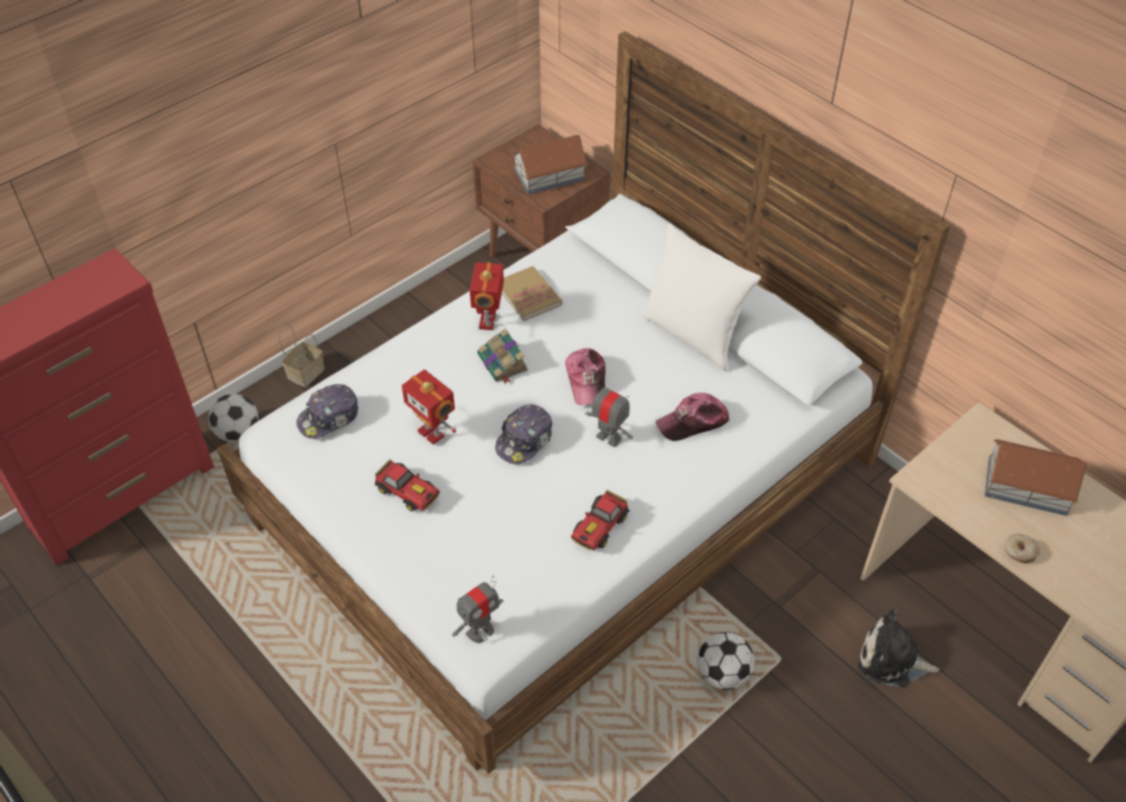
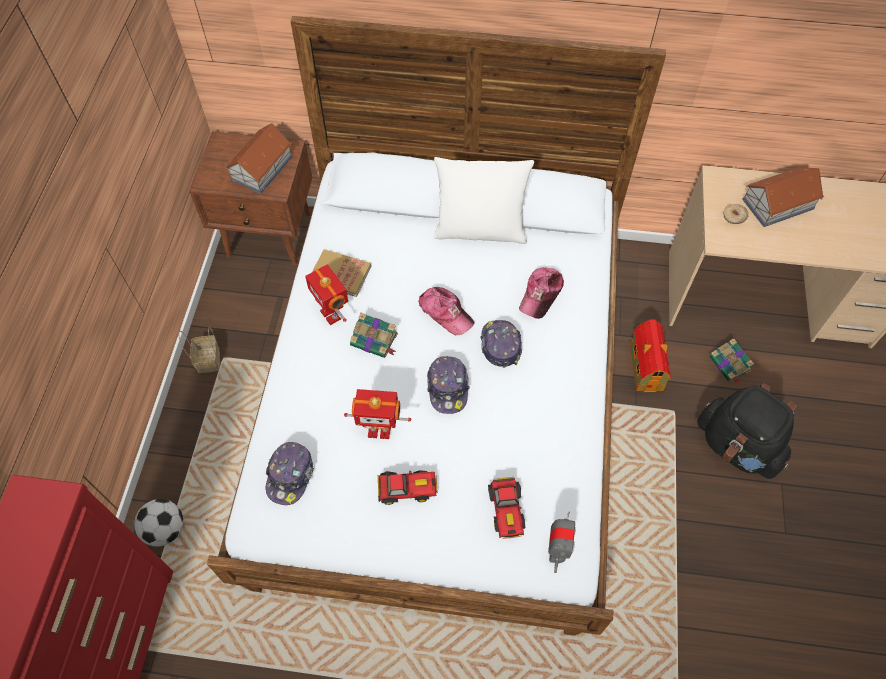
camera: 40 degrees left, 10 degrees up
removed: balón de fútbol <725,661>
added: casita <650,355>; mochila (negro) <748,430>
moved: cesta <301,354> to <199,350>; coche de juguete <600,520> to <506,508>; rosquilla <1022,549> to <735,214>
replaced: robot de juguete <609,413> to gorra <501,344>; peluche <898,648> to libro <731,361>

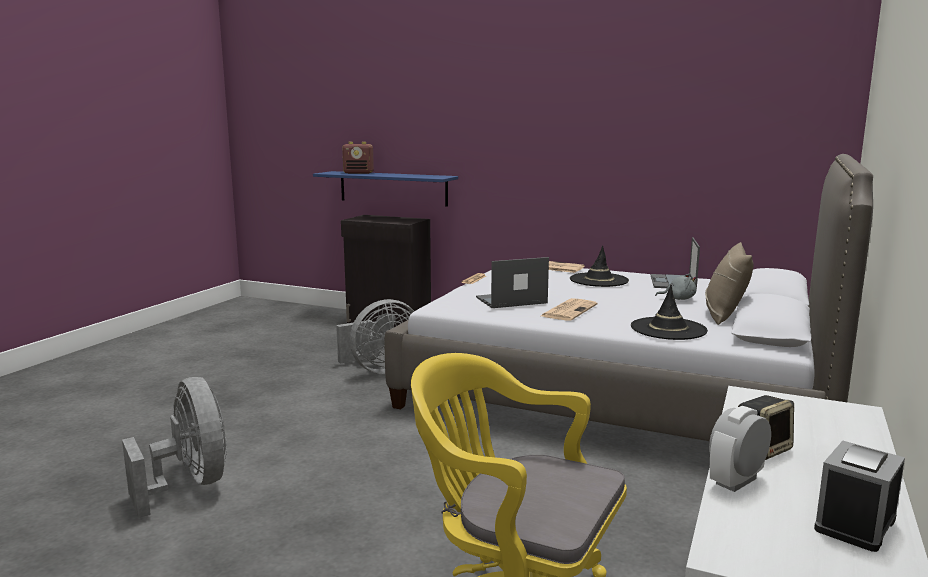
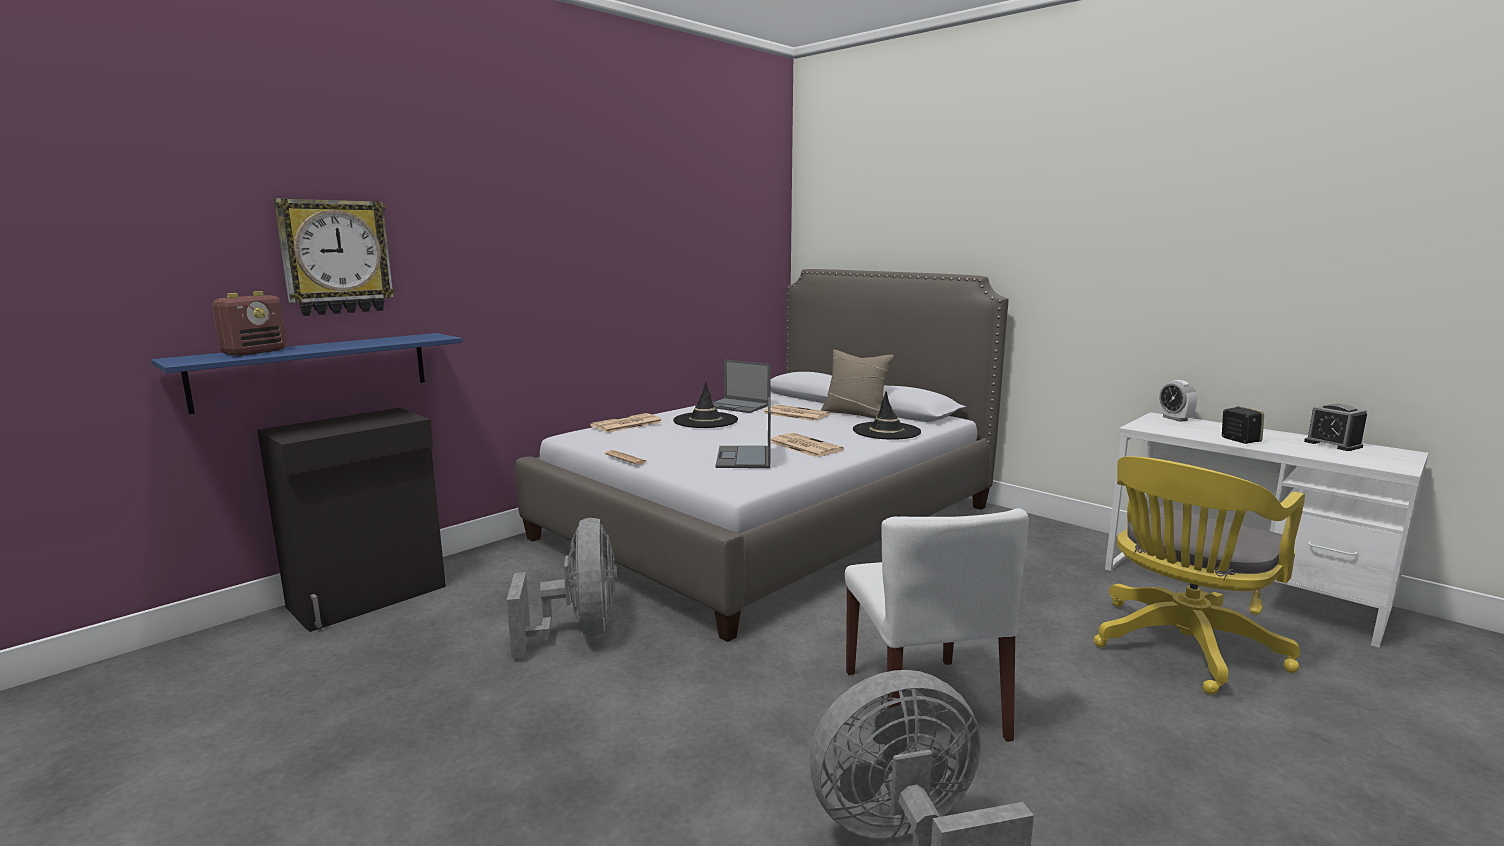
camera: 70 degrees left, 0 degrees up
added: reloj de pared <334,257>; silla (blanco) <937,625>
moved: despertador <740,449> to <1177,401>
replaced: peluche (gris) <675,287> to periódico <796,413>

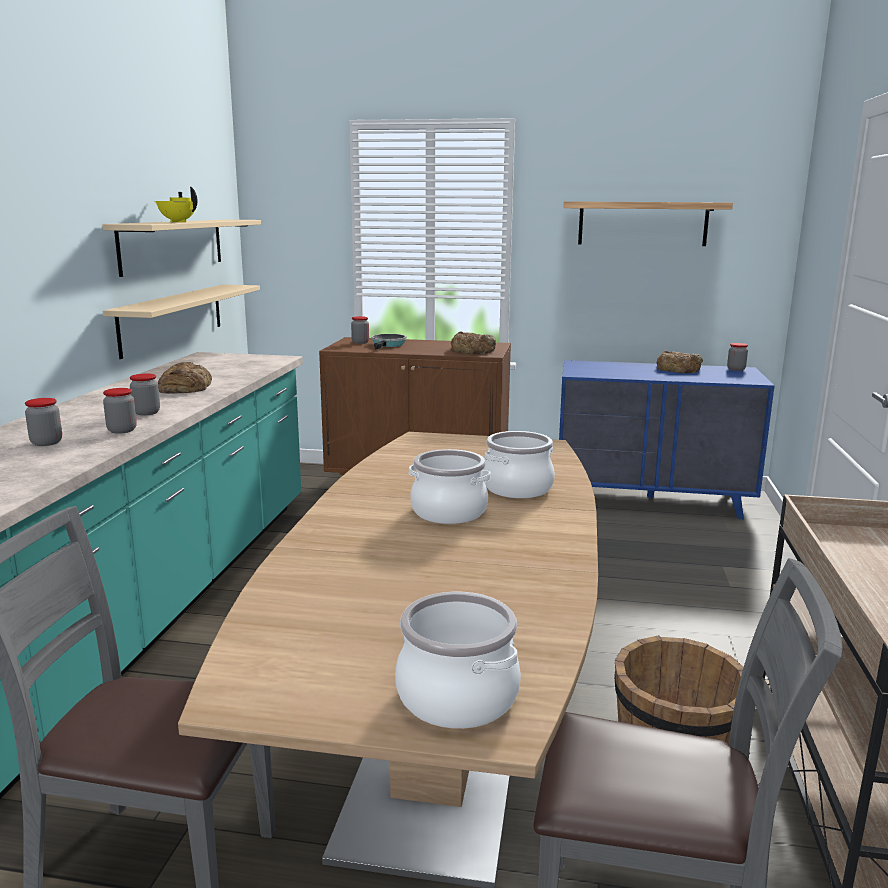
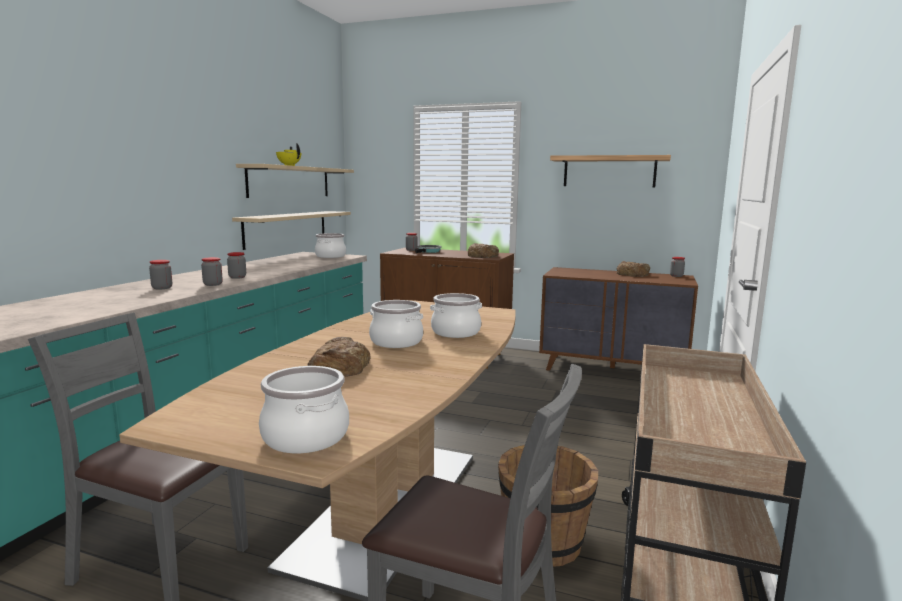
camera: 10 degrees right, 5 degrees down
added: olla <330,245>
moved: pan <184,378> to <339,357>
recoloured: cómoda (azul) <667,439> to cómoda (marrón) <618,319>

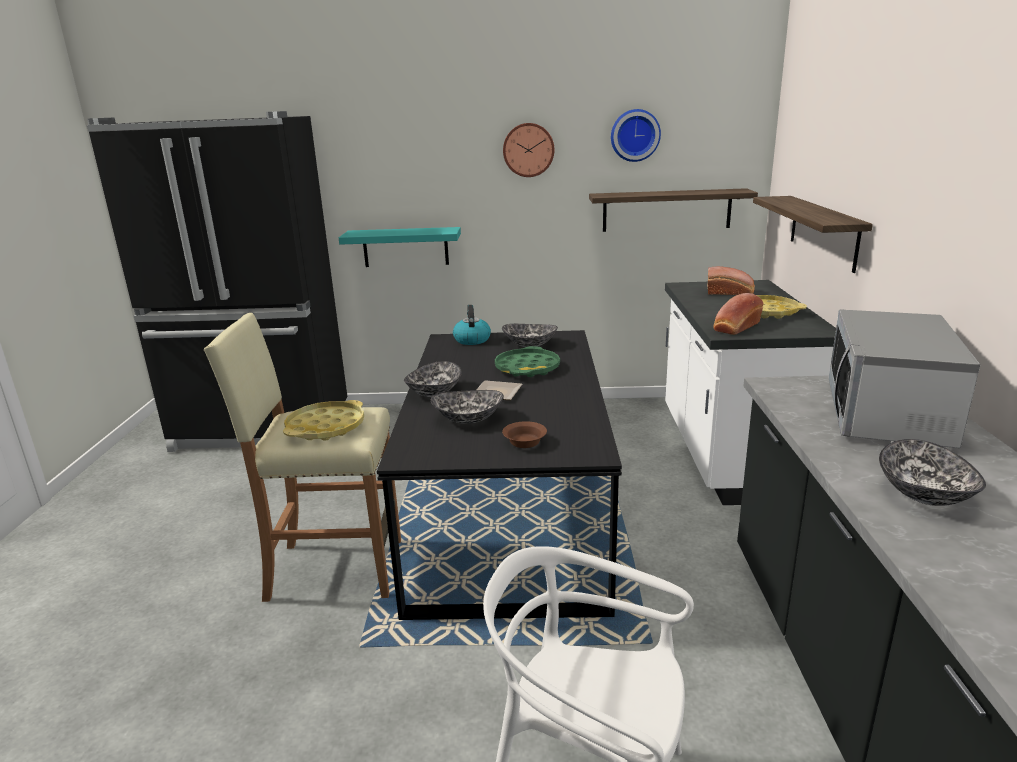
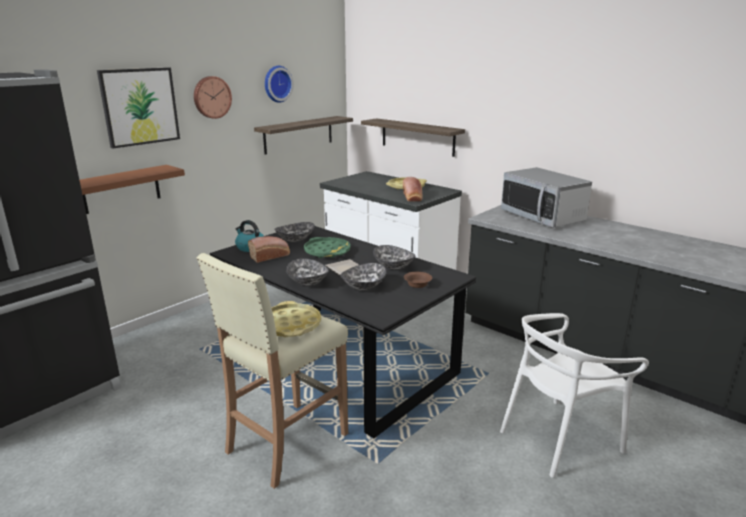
camera: 50 degrees left, 0 degrees up
added: cuadro <138,108>
moved: pan <731,280> to <269,249>; cuenco <932,472> to <394,257>
recoloured: estante (turquesa) <400,247> to estante (marrón) <132,189>

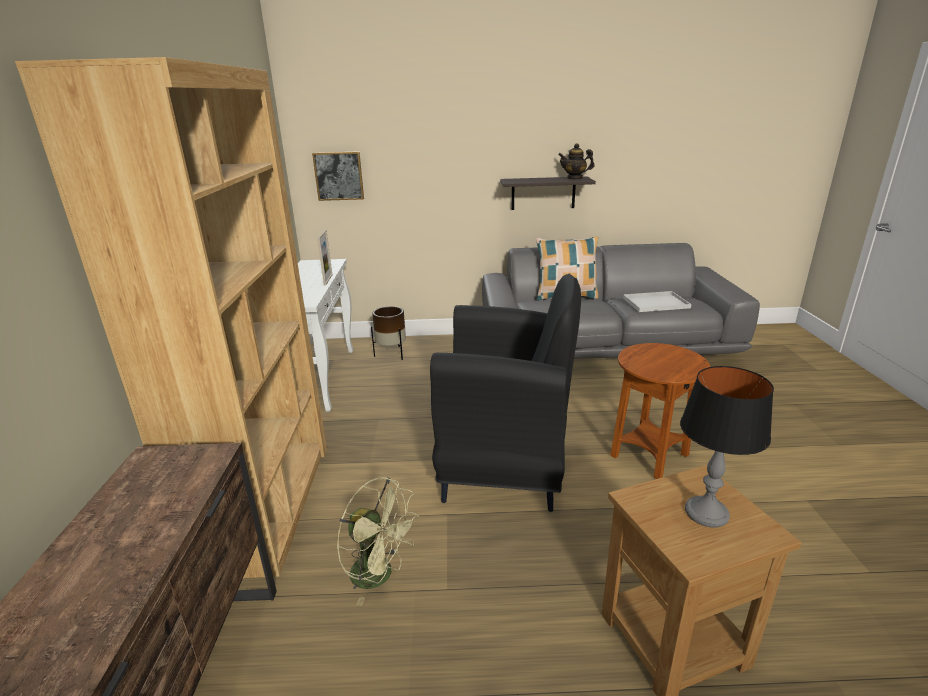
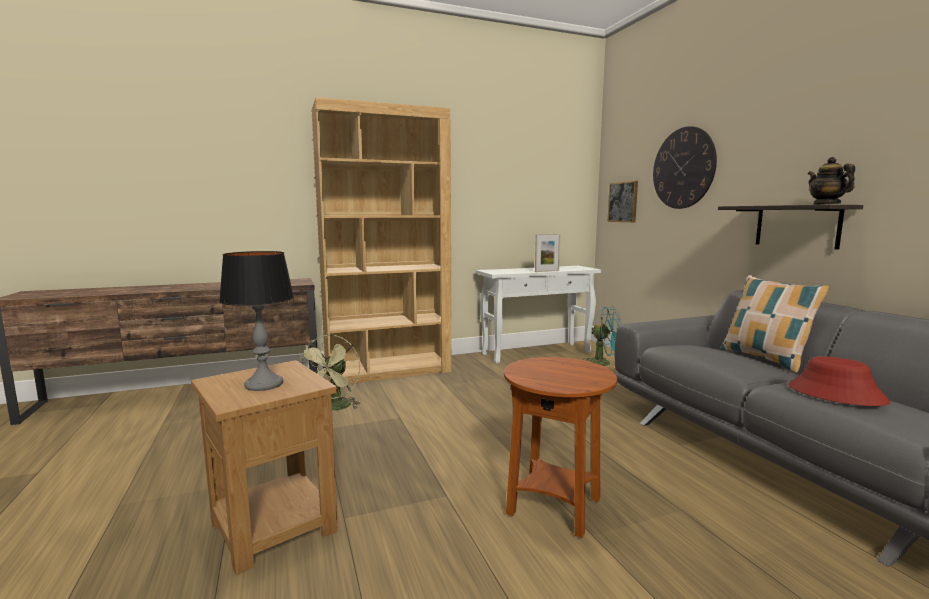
camera: 70 degrees right, 15 degrees down
removed: sillón (negro) <505,393>
added: reloj de pared <685,167>
replaced: maceta (marrón) <388,333> to ventilador (turquesa) <602,336>; bandeja (blanco) <657,301> to sombrero (rojo) <839,381>

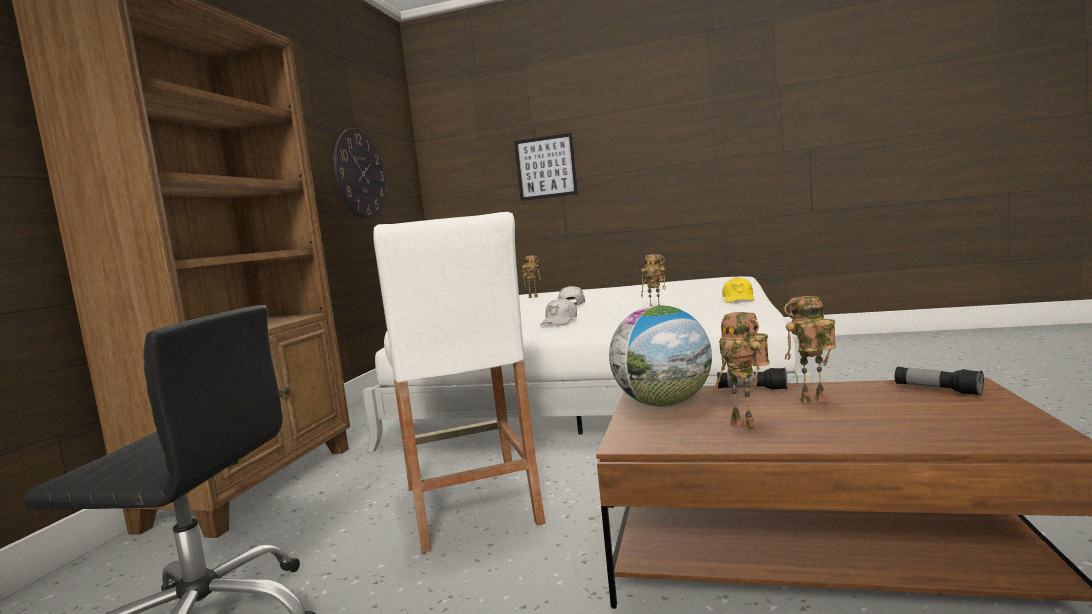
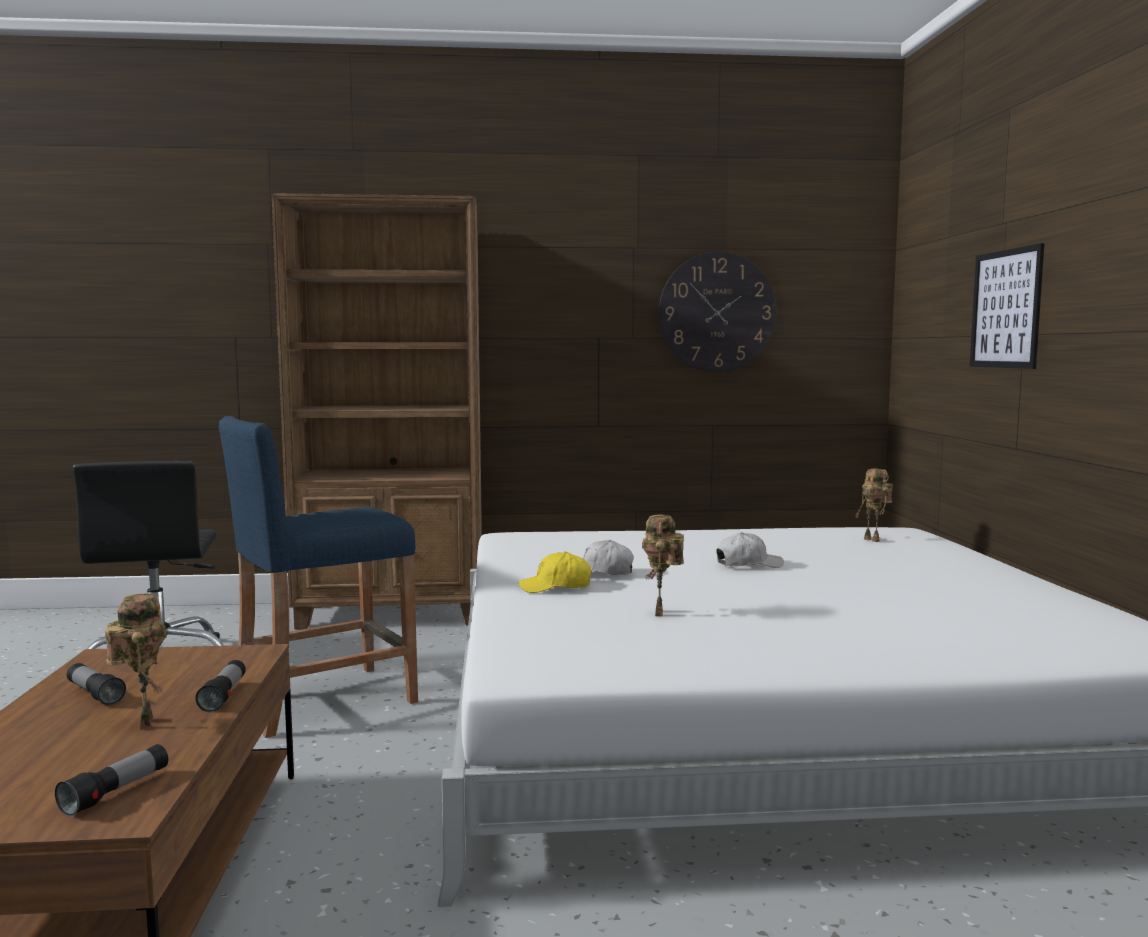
camera: 70 degrees right, 0 degrees up
removed: globo terráqueo <660,356>
moved: gorra (amarillo) <738,290> to <554,572>
replaced: robot de juguete <741,371> to linterna <96,684>
recoloured: taburete (blanco) <459,382> to taburete (azul) <318,577>

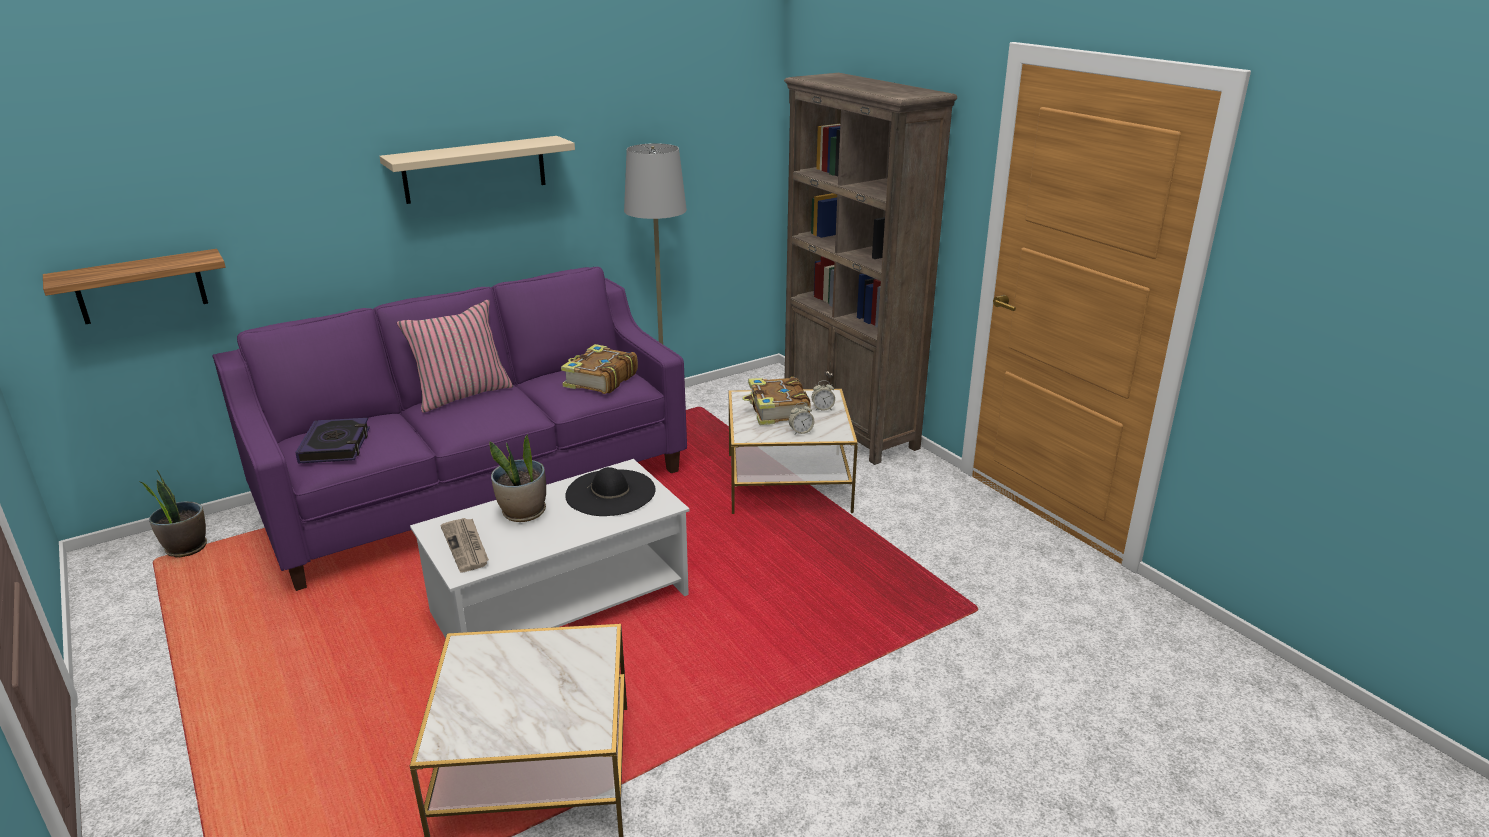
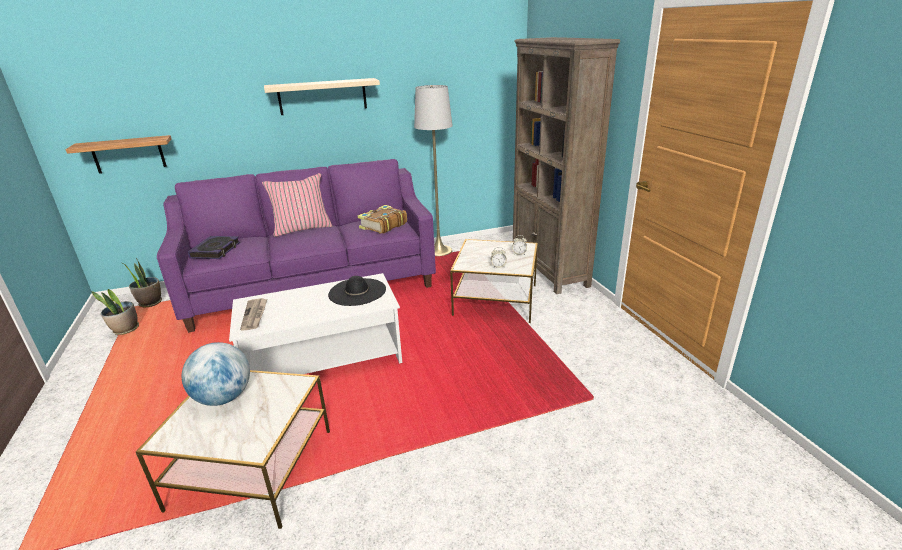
camera: 15 degrees right, 0 degrees up
removed: libro <776,401>
added: globo terráqueo <216,374>
moved: planta en maceta <517,478> to <115,312>

